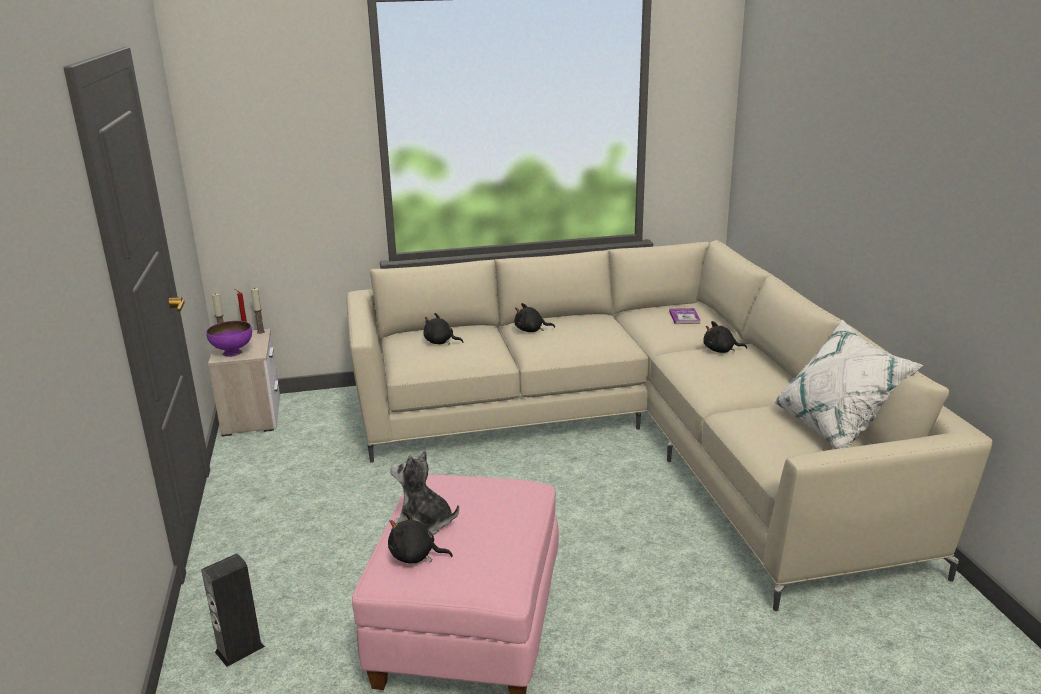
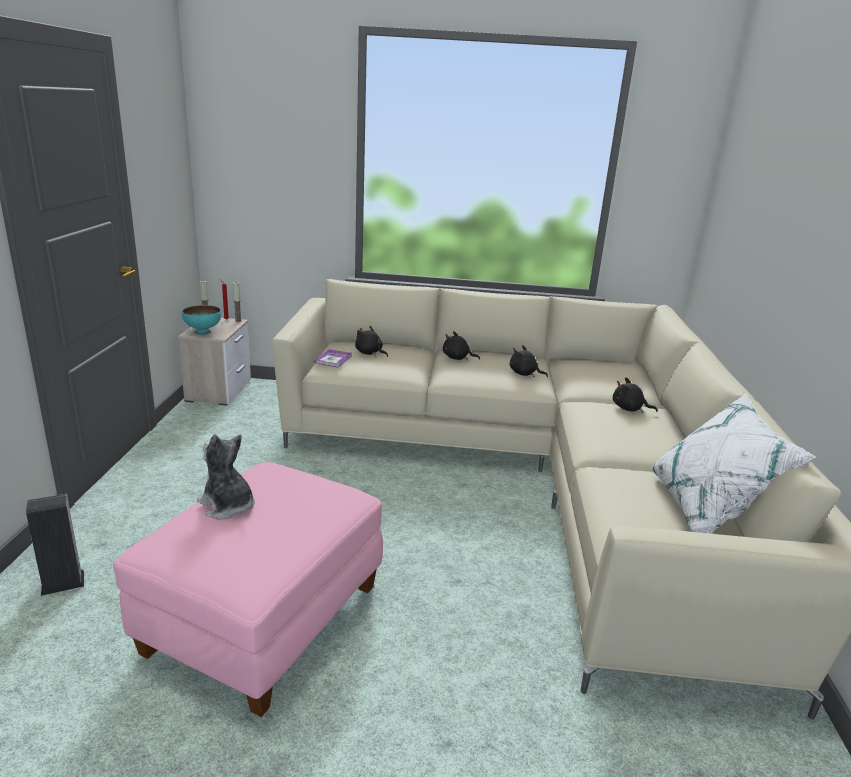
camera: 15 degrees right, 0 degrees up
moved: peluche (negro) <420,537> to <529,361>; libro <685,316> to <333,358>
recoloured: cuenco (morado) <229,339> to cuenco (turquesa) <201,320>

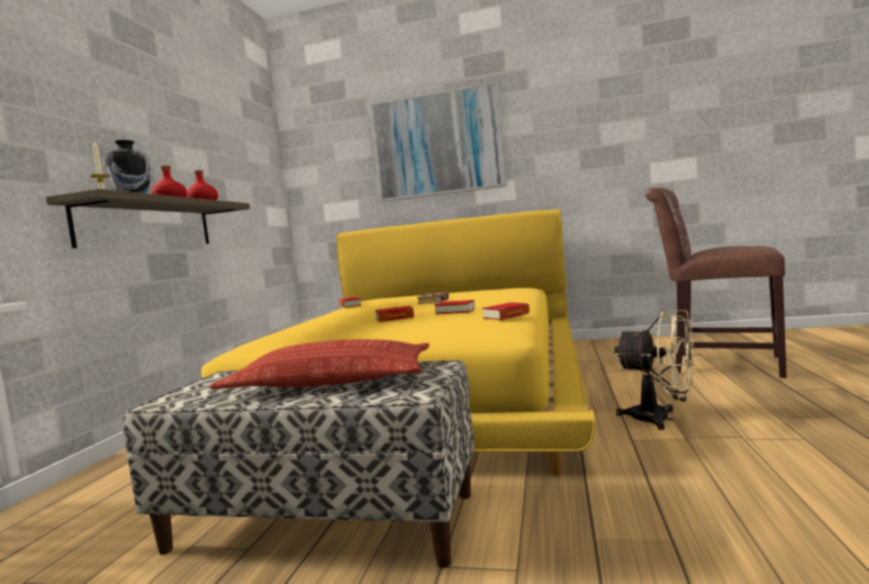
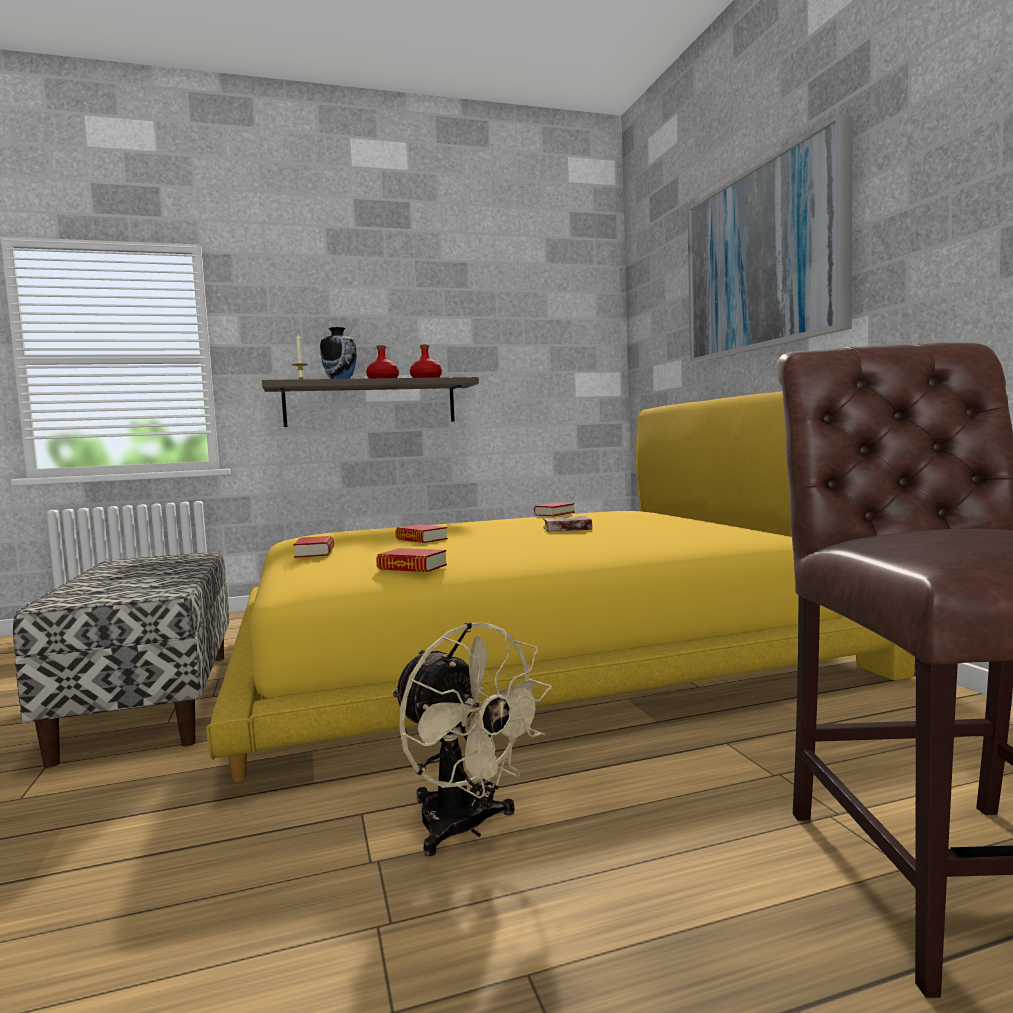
camera: 60 degrees right, 0 degrees up
removed: cojín <319,364>
moved: libro <455,307> to <313,547>
turned: ventilador (beis) <654,369> = <472,739> 45 degrees counterclockwise

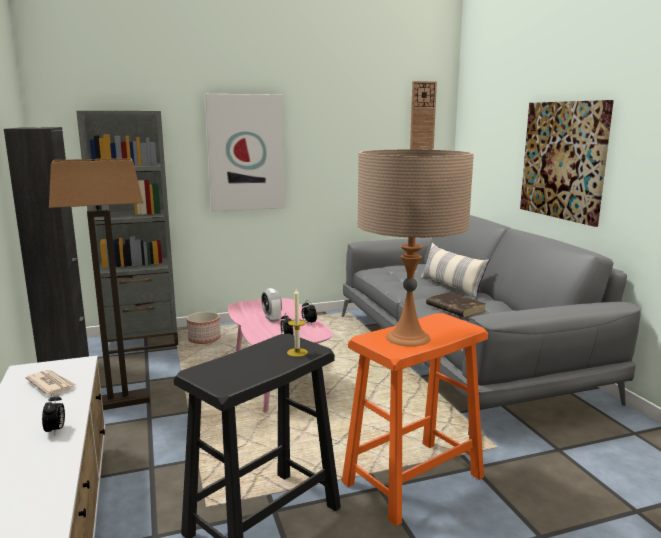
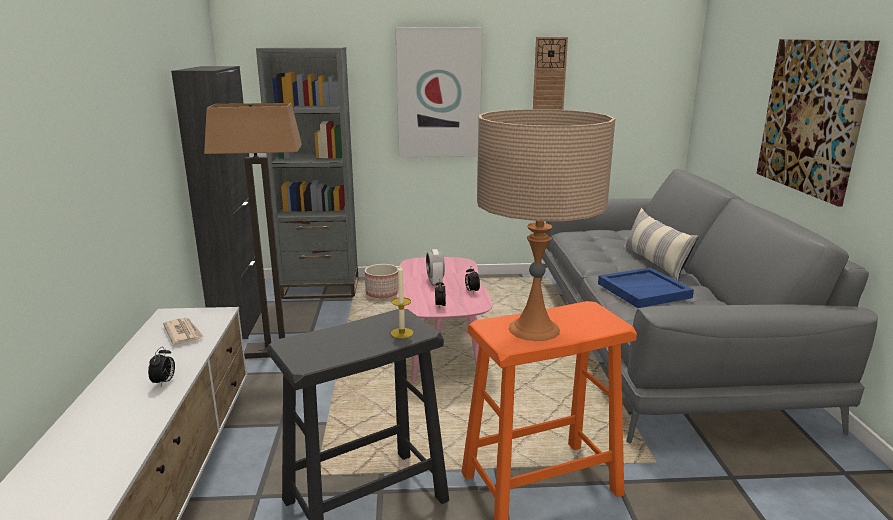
camera: 15 degrees right, 5 degrees up
moved: reloj de pared <423,115> to <550,73>
replaced: libro (marrón) <456,304> to bandeja (azul) <646,288>

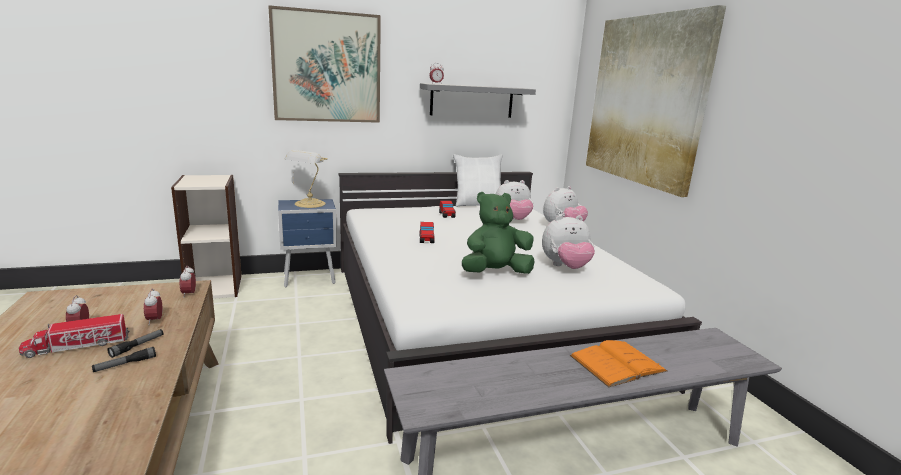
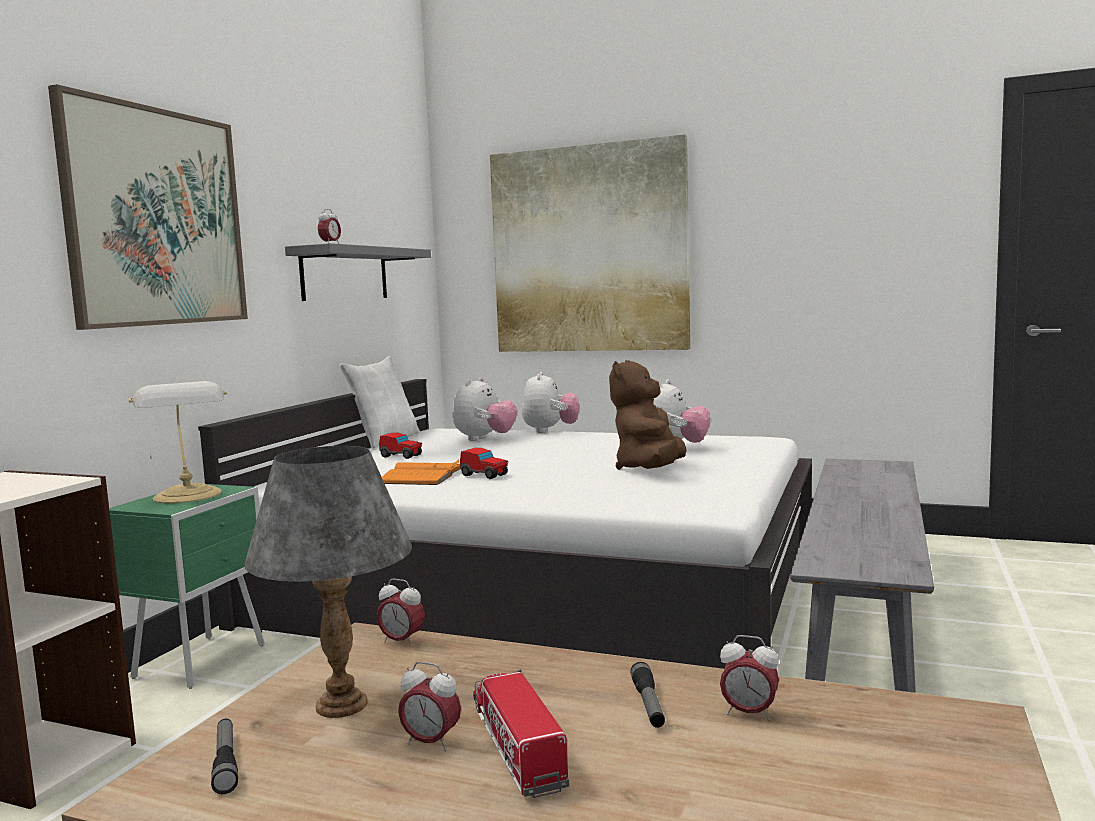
camera: 50 degrees left, 10 degrees down
added: lámpara de mesa (gris) <328,582>
moved: linterna <135,343> to <224,756>; despertador <153,306> to <749,678>; libro (naranja) <619,364> to <421,472>
recoloured: mesita de noche (azul) <307,243> to mesita de noche (verde) <187,586>; peluche (verde) <498,233> to peluche (marrón) <648,415>
turned: camión de juguete <74,336> = <521,733> 150 degrees clockwise

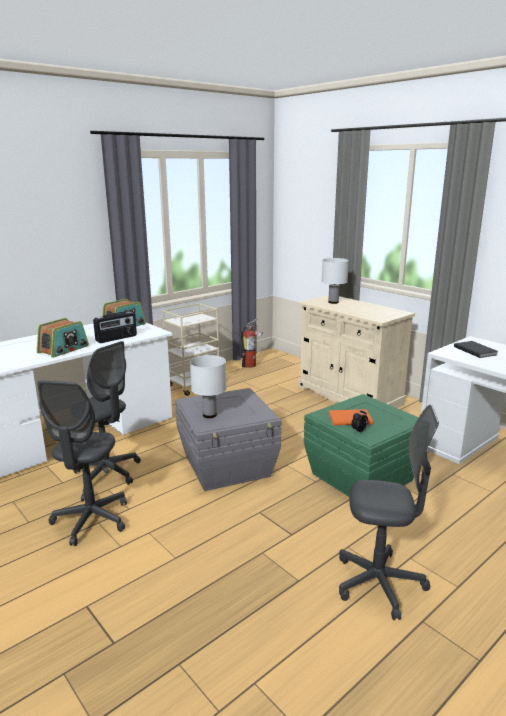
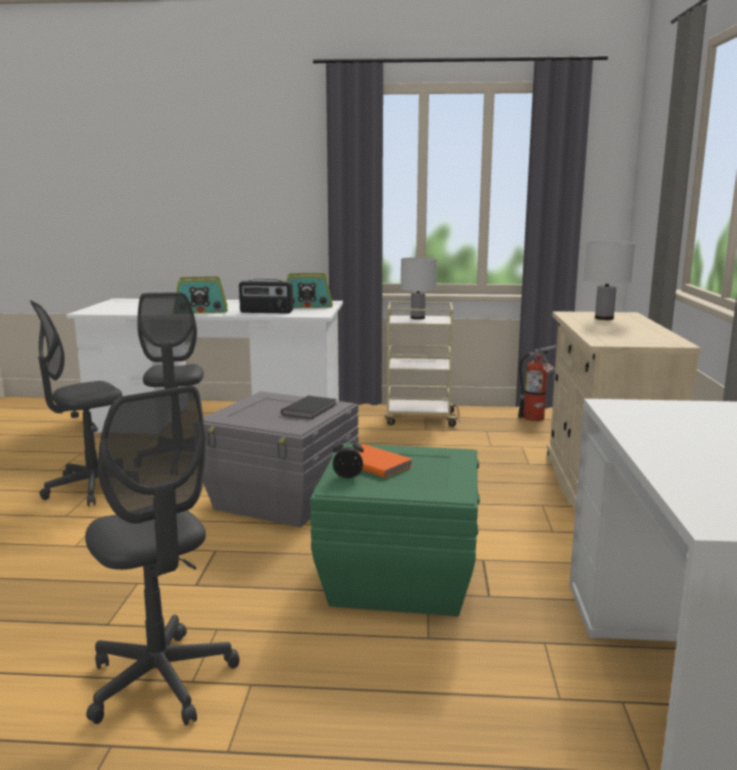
camera: 45 degrees right, 5 degrees down
moved: lámpara de mesa (blanco) <208,386> to <418,288>; libro (negro) <476,349> to <309,407>

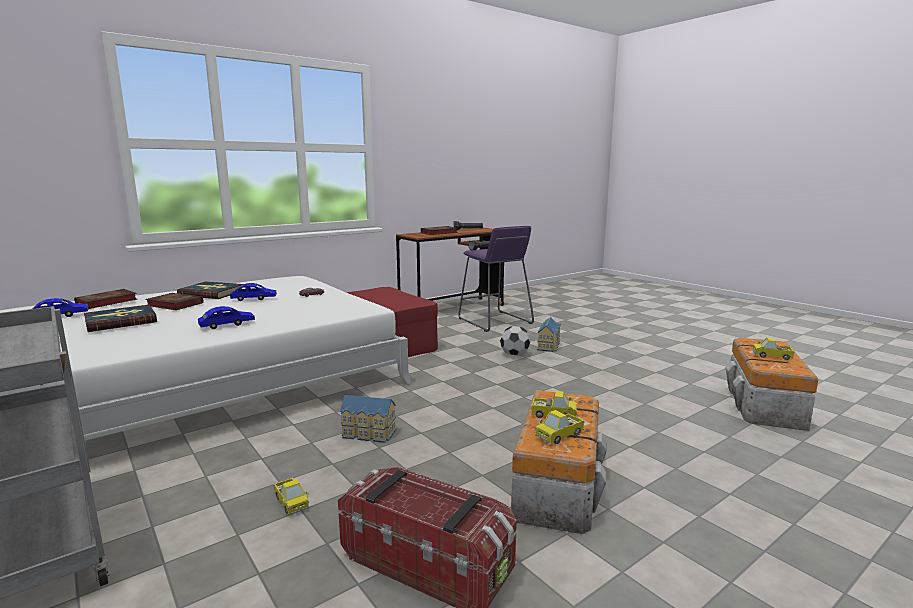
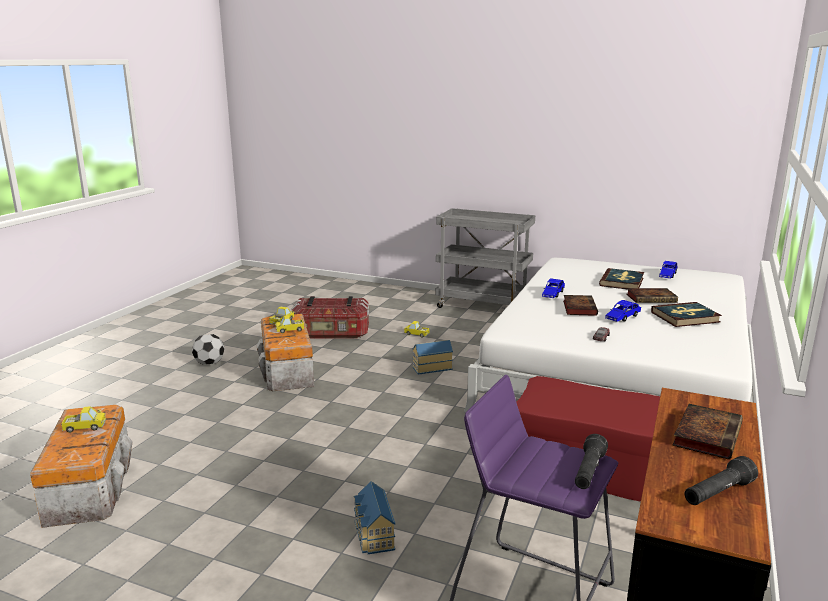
camera: 150 degrees right, 5 degrees up
moved: libro <106,299> to <580,305>; balón de fútbol <515,341> to <208,349>

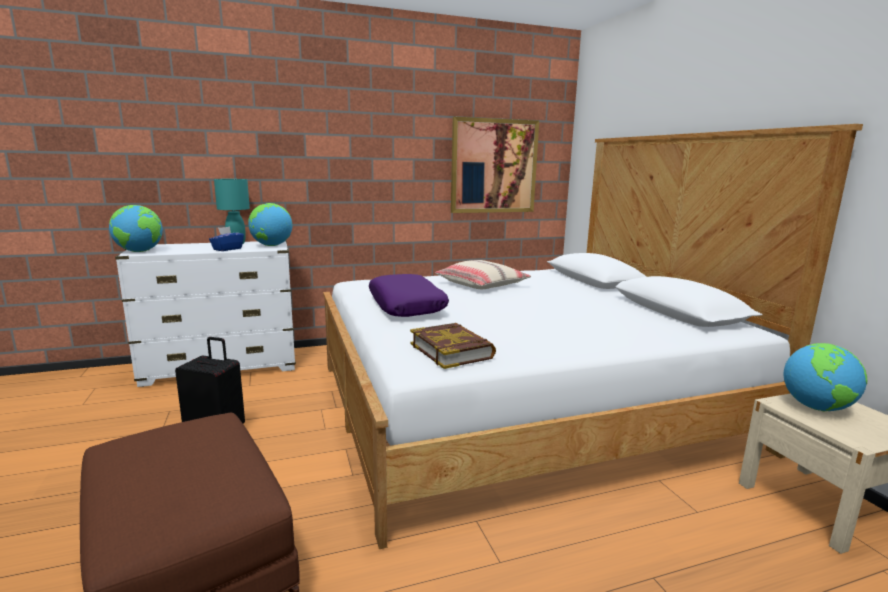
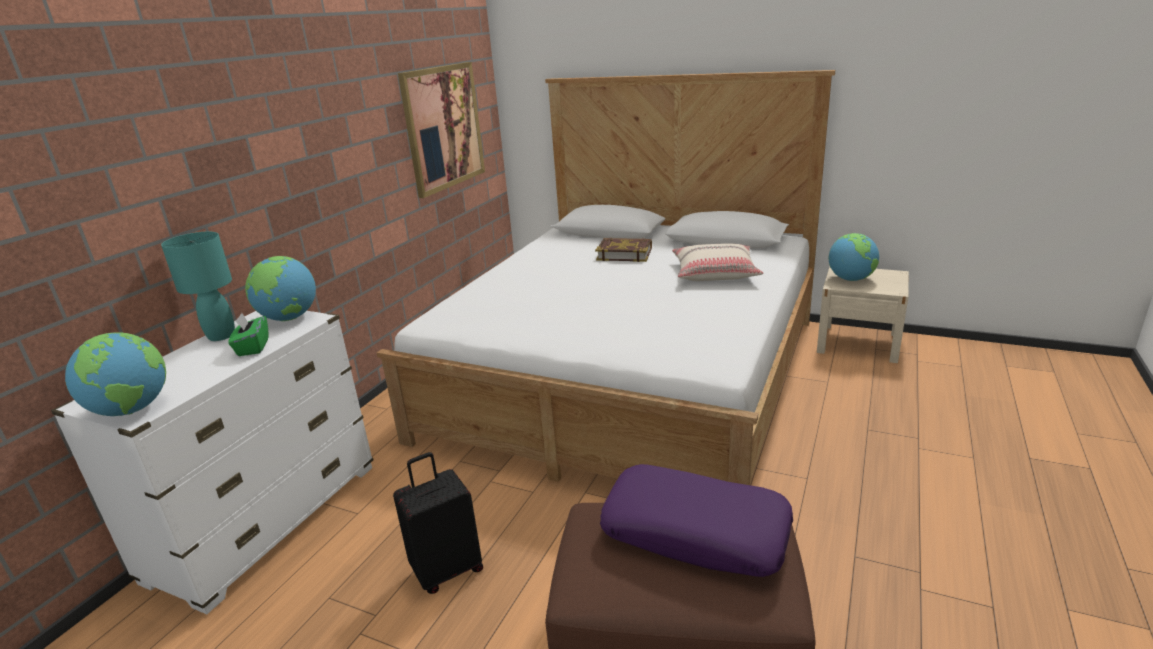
camera: 45 degrees left, 10 degrees up
moved: cojín (morado) <409,295> to <696,520>; libro <453,346> to <623,250>; cojín (beis) <483,274> to <718,262>
recoloured: caja de pañuelos (azul) <226,238> to caja de pañuelos (verde) <248,334>

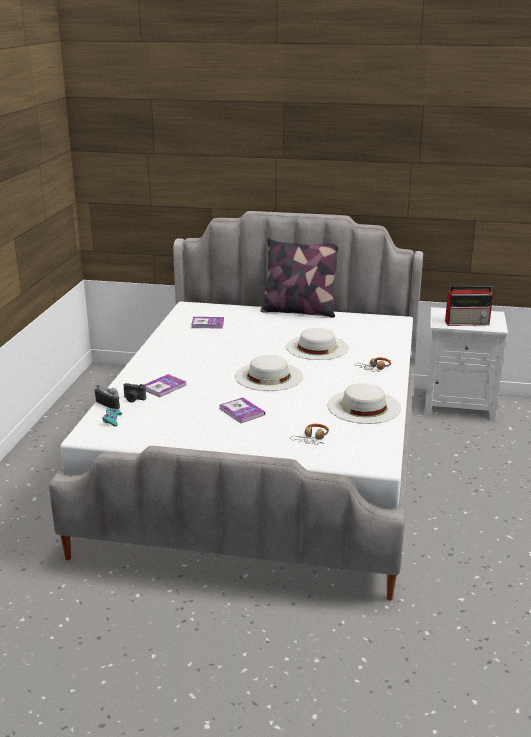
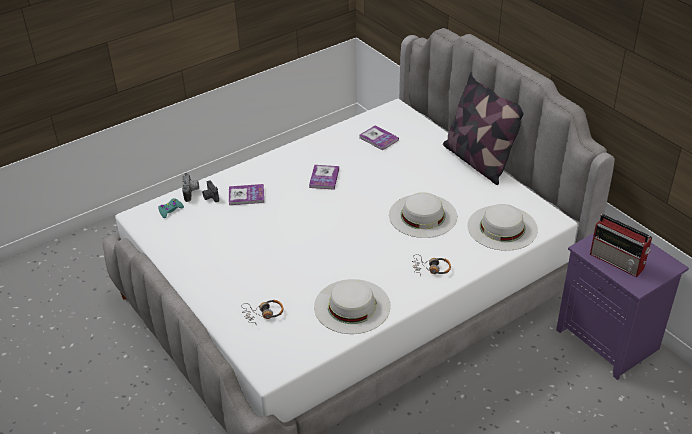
camera: 45 degrees right, 15 degrees up
moved: libro <242,410> to <324,177>; sombrero (blanco) <269,373> to <502,227>
recoloured: mesita de noche (blanco) <466,364> to mesita de noche (morado) <622,300>

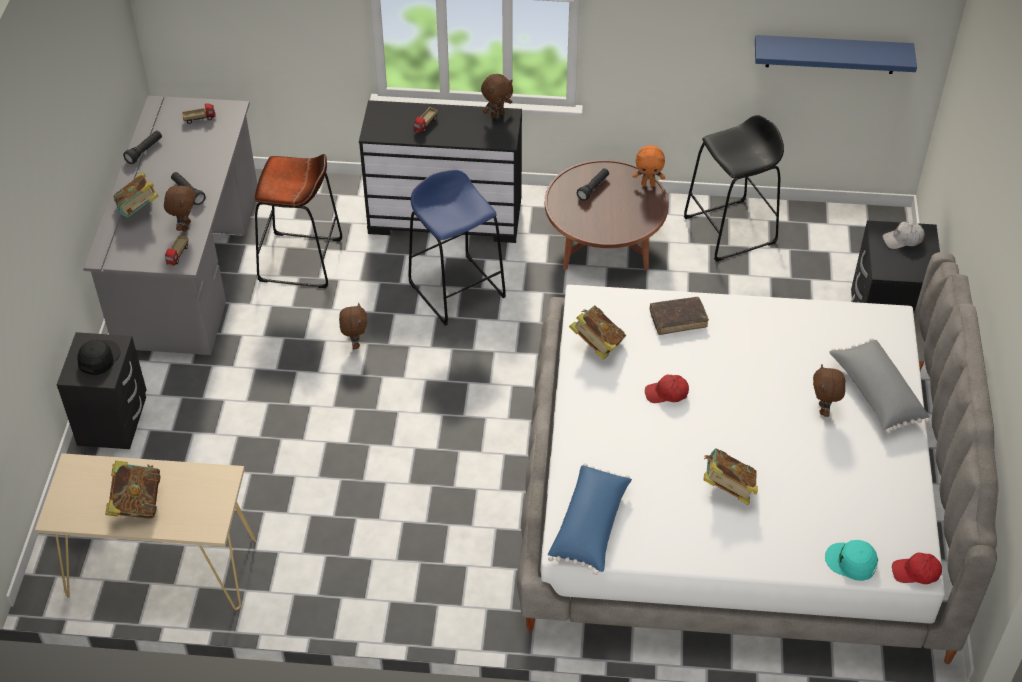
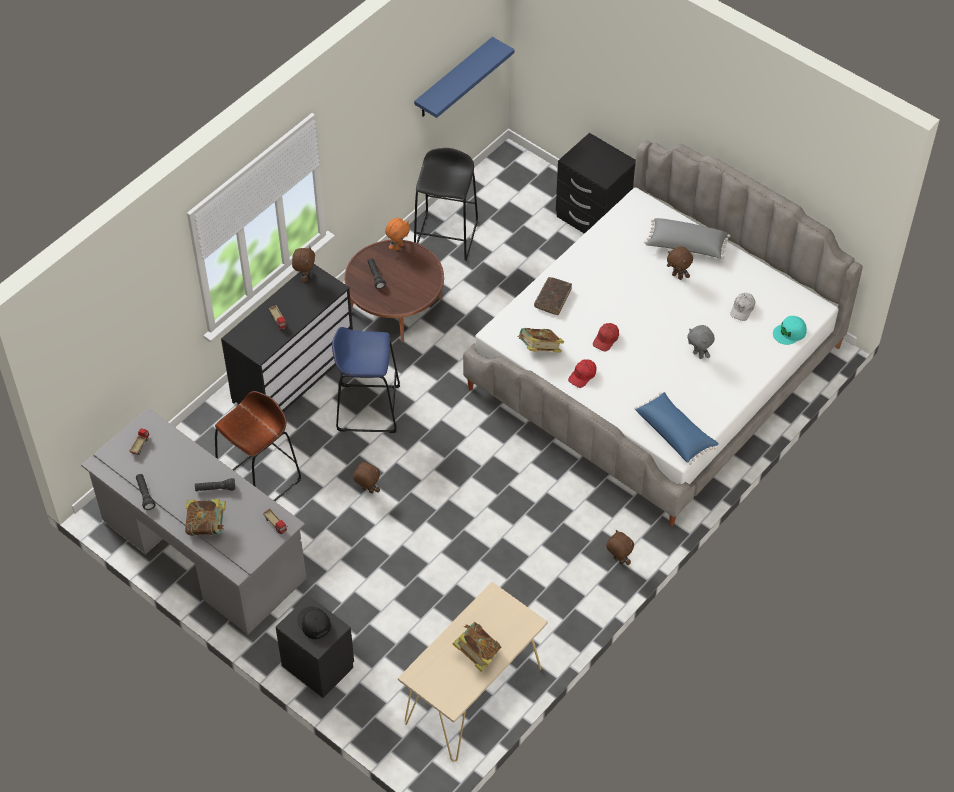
camera: 55 degrees left, 5 degrees up
moved: peluche (marrón) <180,207> to <620,547>; gorra (blanco) <904,235> to <742,307>; gorra (rojo) <917,568> to <582,373>
replaced: libro <731,476> to peluche (gris) <701,342>

